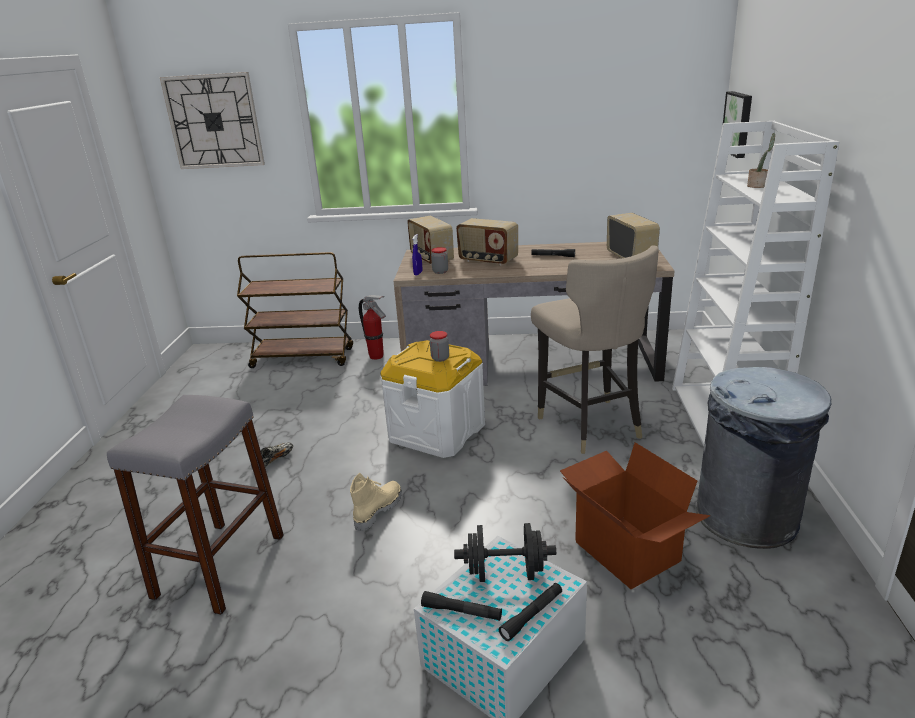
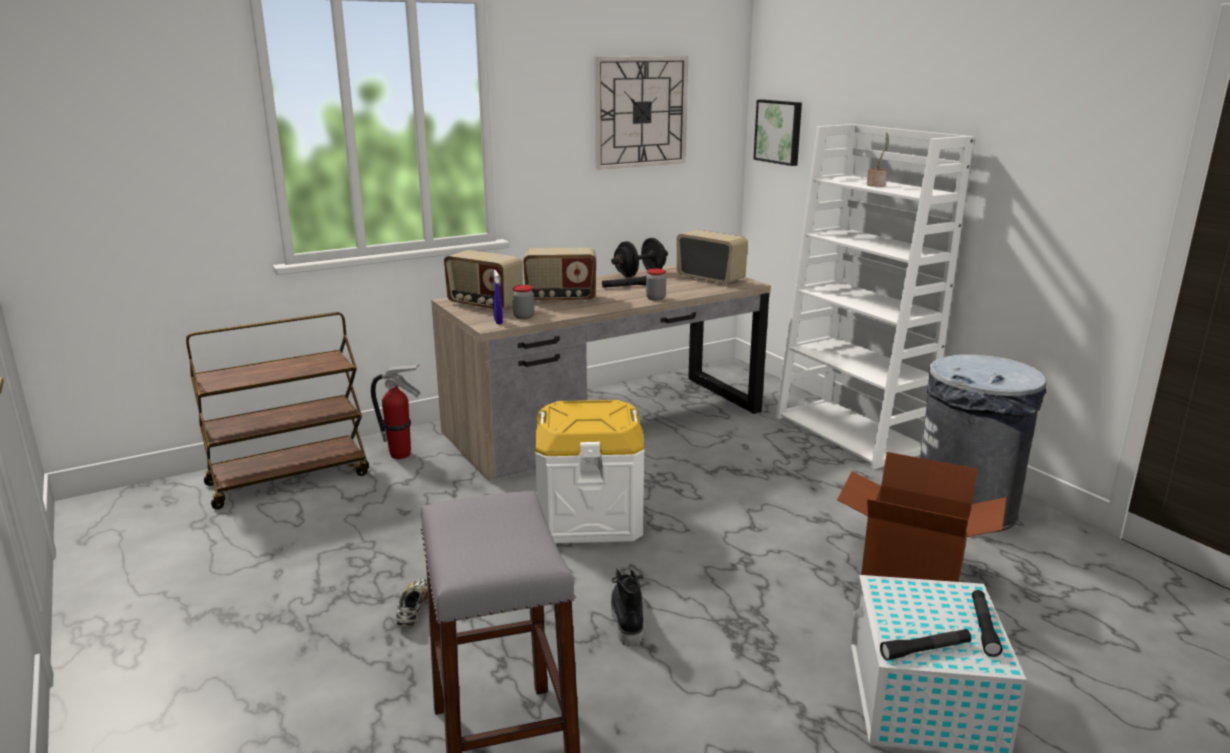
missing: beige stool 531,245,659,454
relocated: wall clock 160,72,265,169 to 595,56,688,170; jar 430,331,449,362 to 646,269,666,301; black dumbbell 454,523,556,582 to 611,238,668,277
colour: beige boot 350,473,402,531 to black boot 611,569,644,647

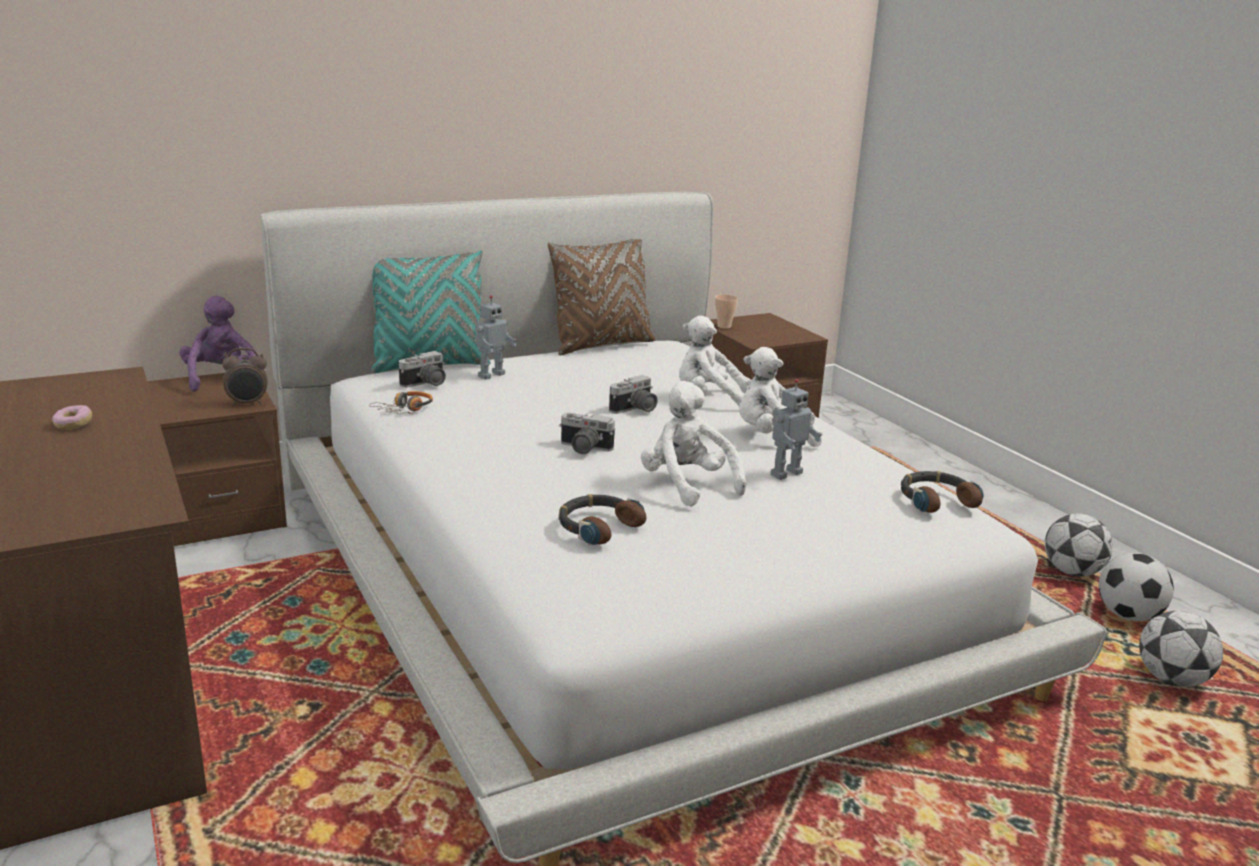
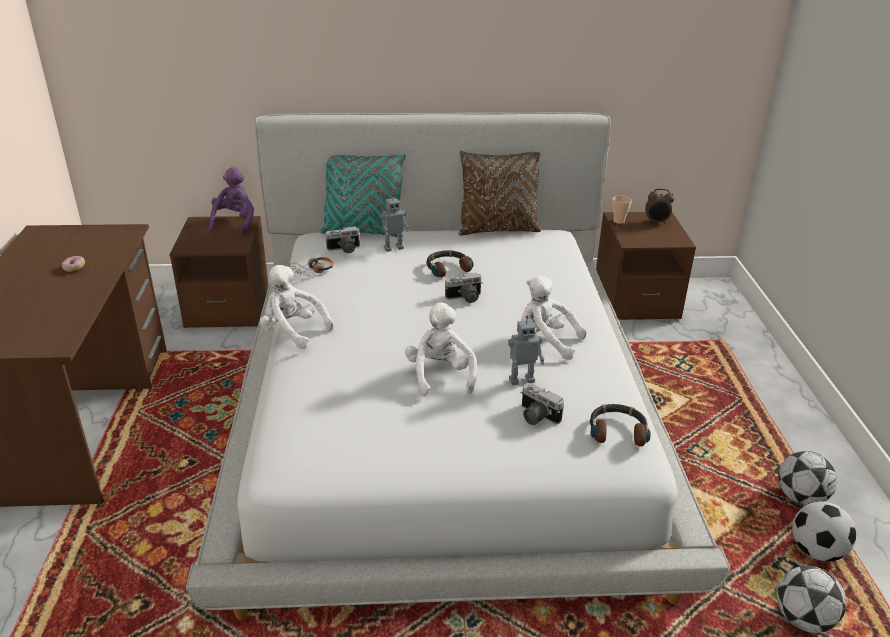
relocated: white plush toy 679,316,751,406 to 260,265,334,349; alarm clock 222,348,268,406 to 645,188,674,224; photo camera 559,413,615,454 to 520,383,564,425; headphones 559,494,646,545 to 426,250,474,277

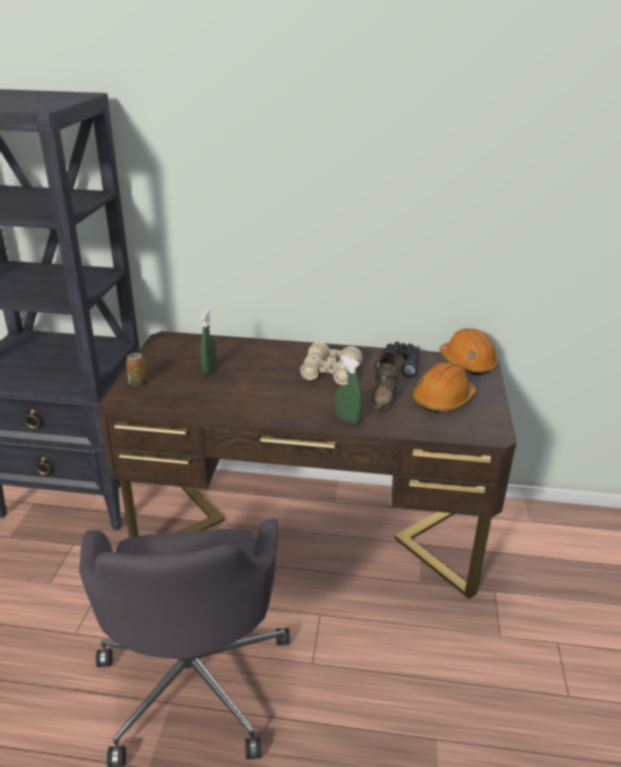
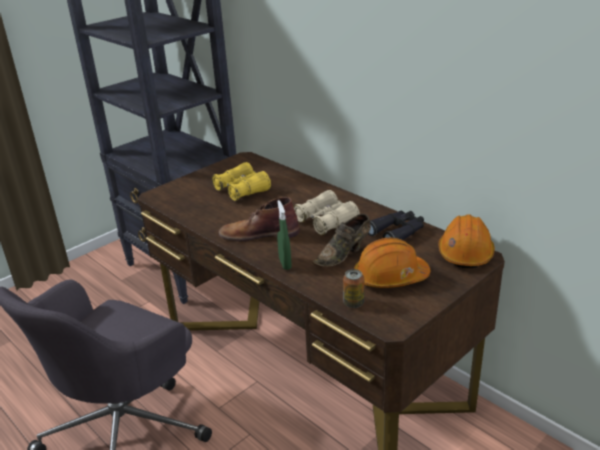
appeared: brown boot 219,197,300,241
relocated: can 126,353,147,387 to 343,269,364,308
exchanged: green spray bottle 201,309,217,374 to yellow binoculars 212,162,271,201

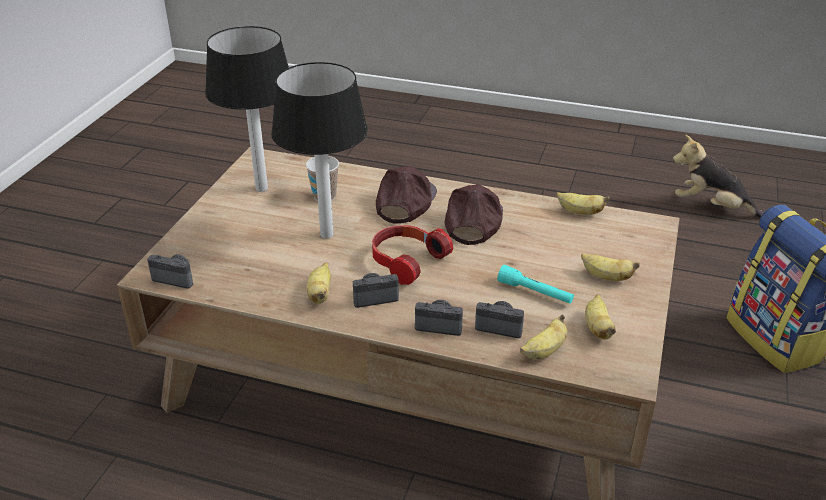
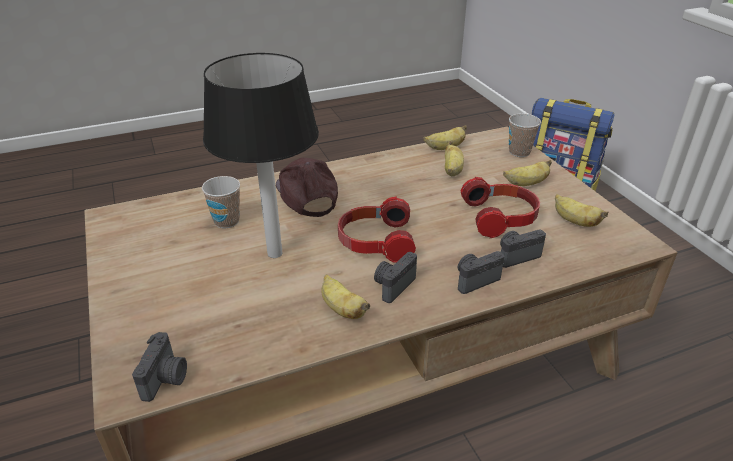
missing: table lamp 205,26,289,192; plush toy 673,134,764,218; brown cap 444,184,503,245
appeared: cup 509,113,541,157
relocated: banana 520,315,567,359 to 445,141,464,176
exchanged: turquoise flashlight 497,265,574,304 to headphones 461,177,540,238
spun: photo camera 147,254,193,289 = 132,332,187,402 120 degrees clockwise

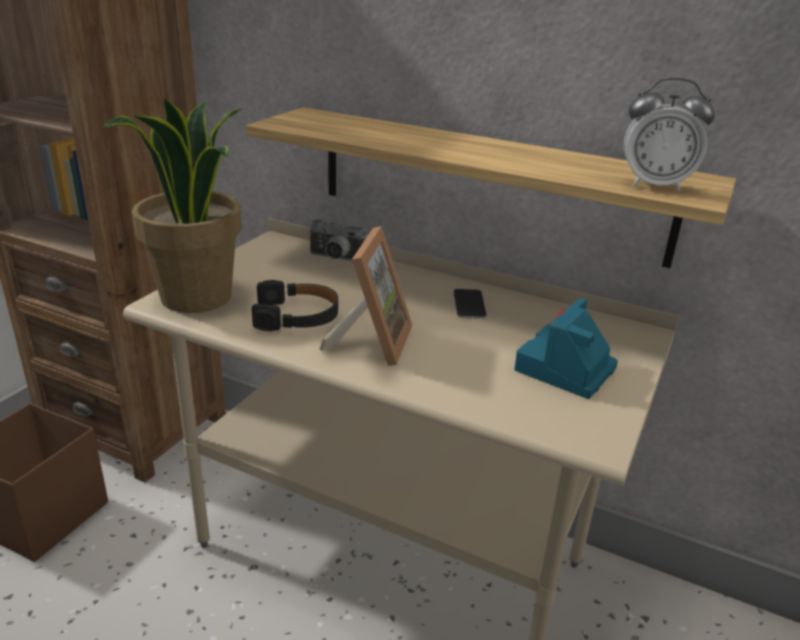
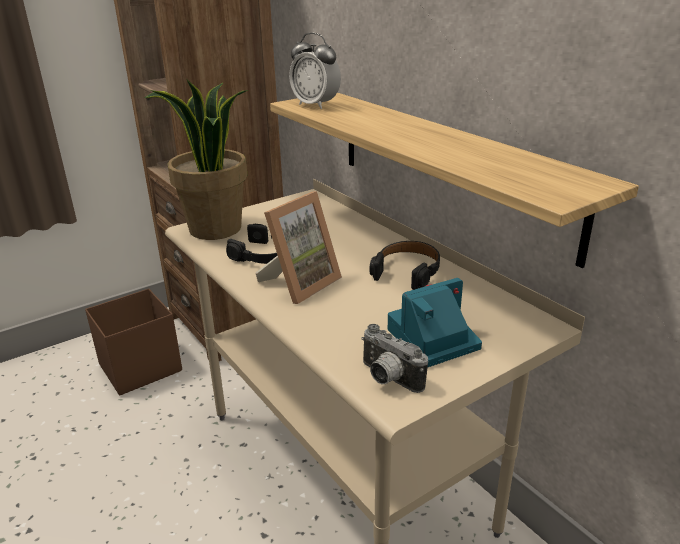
relocated: alarm clock 623,78,715,192 to 289,33,341,109; photo camera 308,220,367,261 to 361,324,428,393
exchanged: phone 454,289,487,319 to black headphones 370,241,440,290

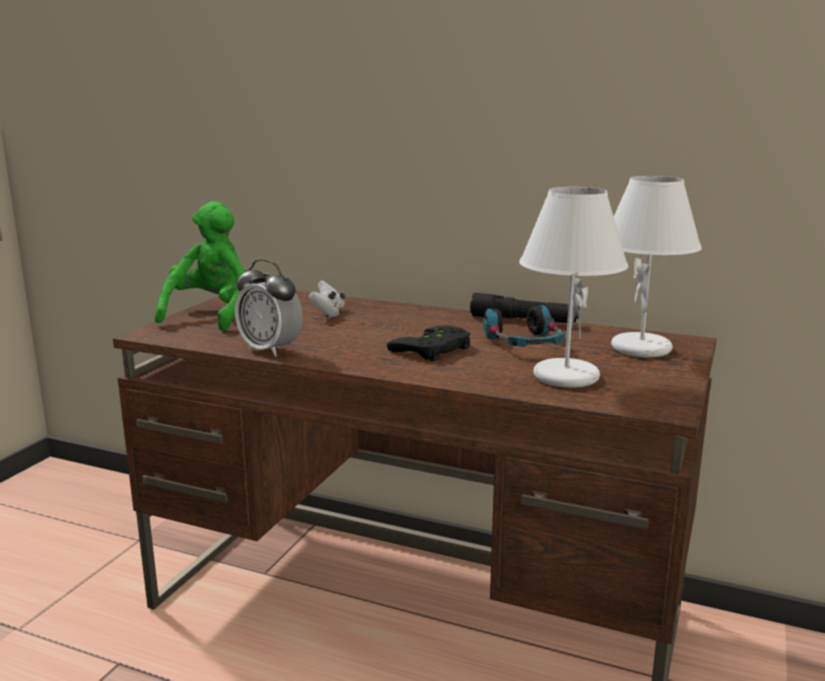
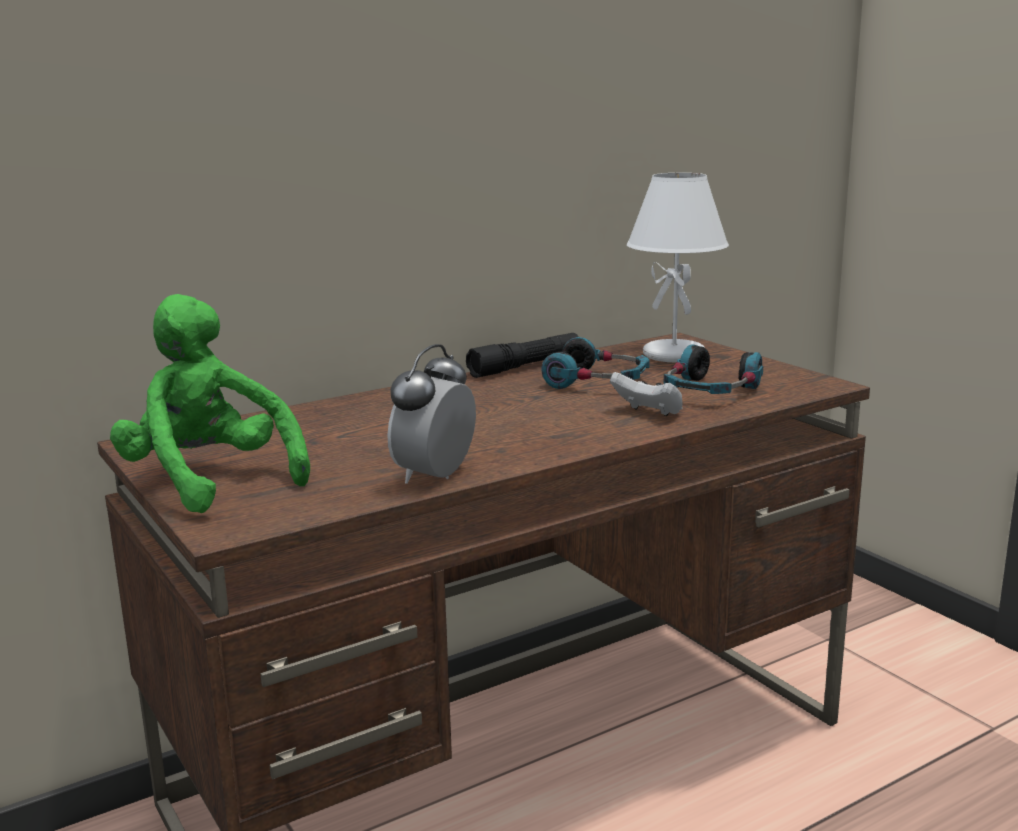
missing: black game controller 387,325,470,361
relocated: white game controller 308,280,345,318 to 610,372,683,416
exchanged: white table lamp 519,187,629,388 to headphones 664,344,763,394
spun: alarm clock 235,259,303,357 = 387,344,476,484 135 degrees clockwise

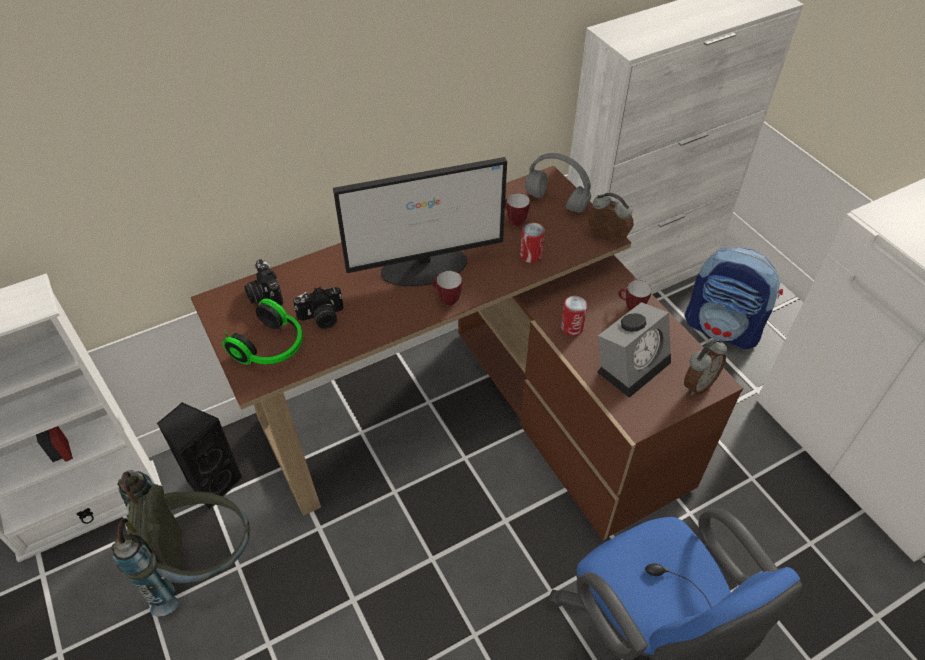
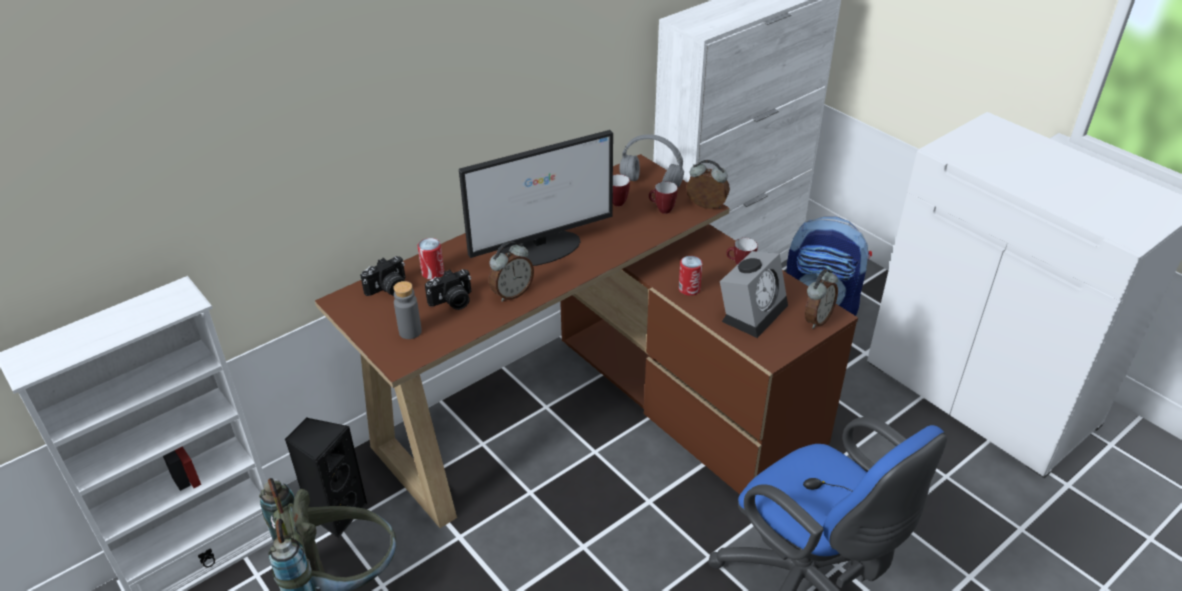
appeared: alarm clock 489,241,534,302
relocated: can 520,223,545,263 to 418,238,444,280; mug 432,271,462,306 to 649,181,678,214
exchanged: headphones 222,298,303,365 to grey bottle 393,281,422,339
spun: photo camera 244,259,283,306 = 360,256,406,296 90 degrees counterclockwise

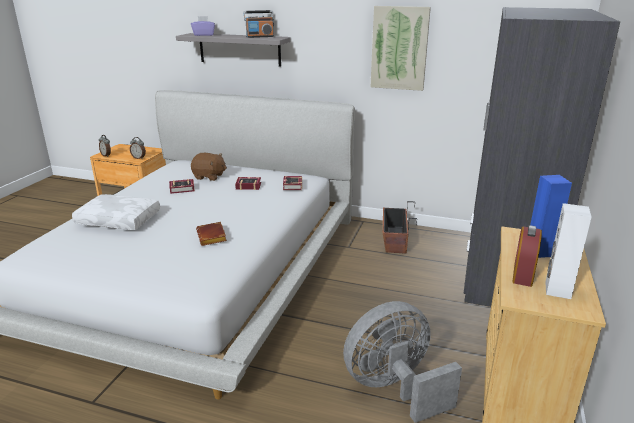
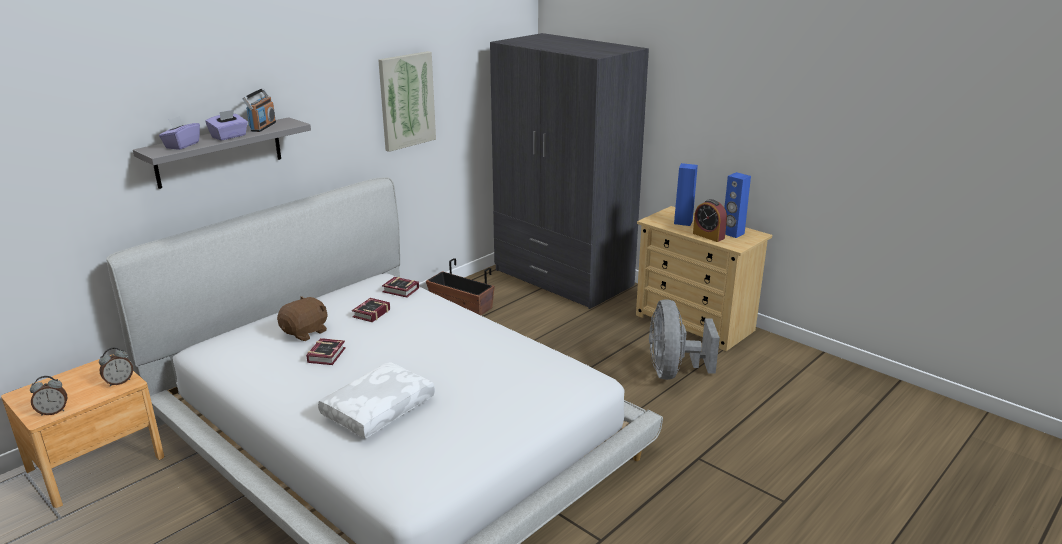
missing: brown book 196,222,227,246
appeared: purple tissue box 205,110,248,140
colour: white speaker 545,203,592,299 to blue speaker 724,172,751,238

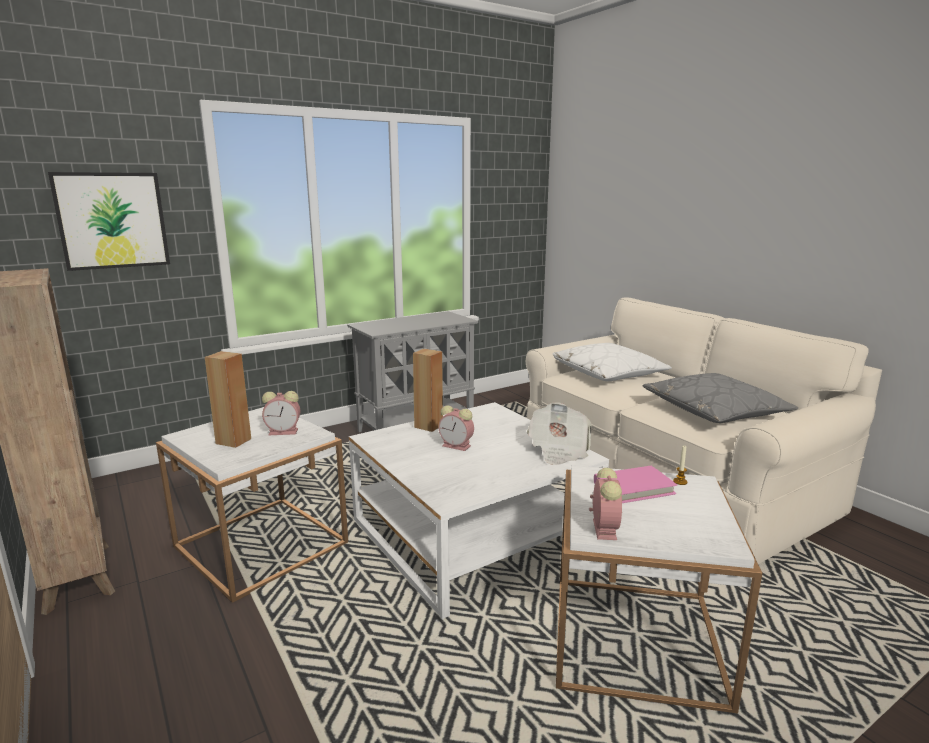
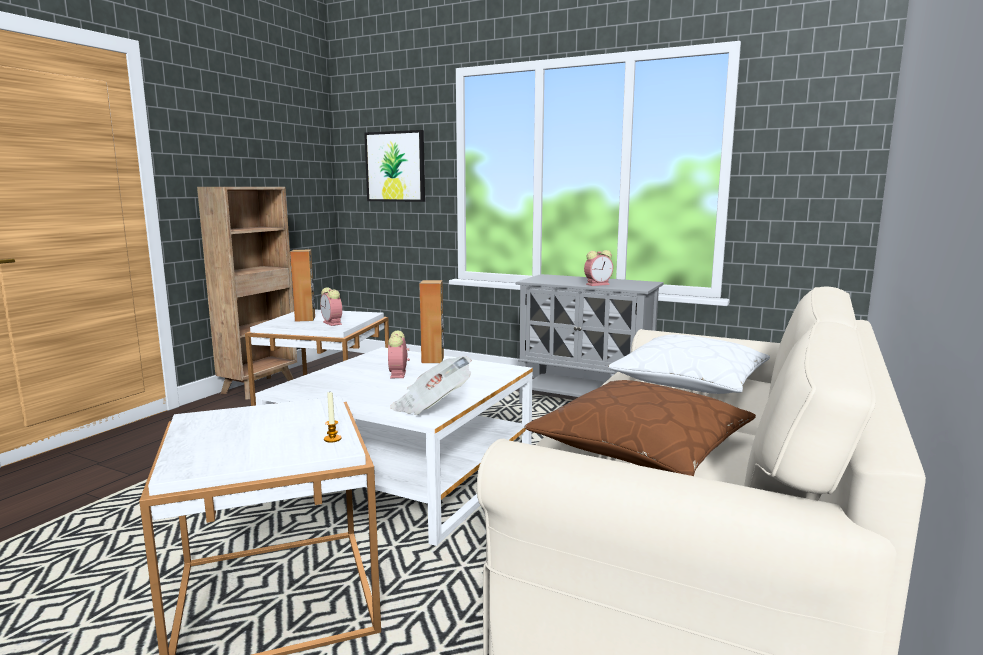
missing: pink book 594,466,677,503
relocated: alarm clock 589,468,622,540 to 584,250,613,286
colour: grey pillow 643,373,798,423 to brown pillow 524,380,756,476

